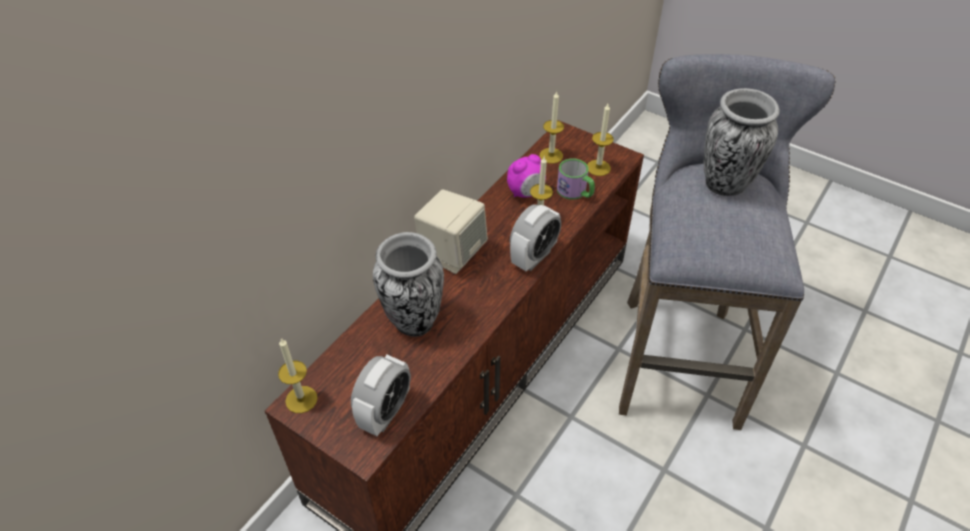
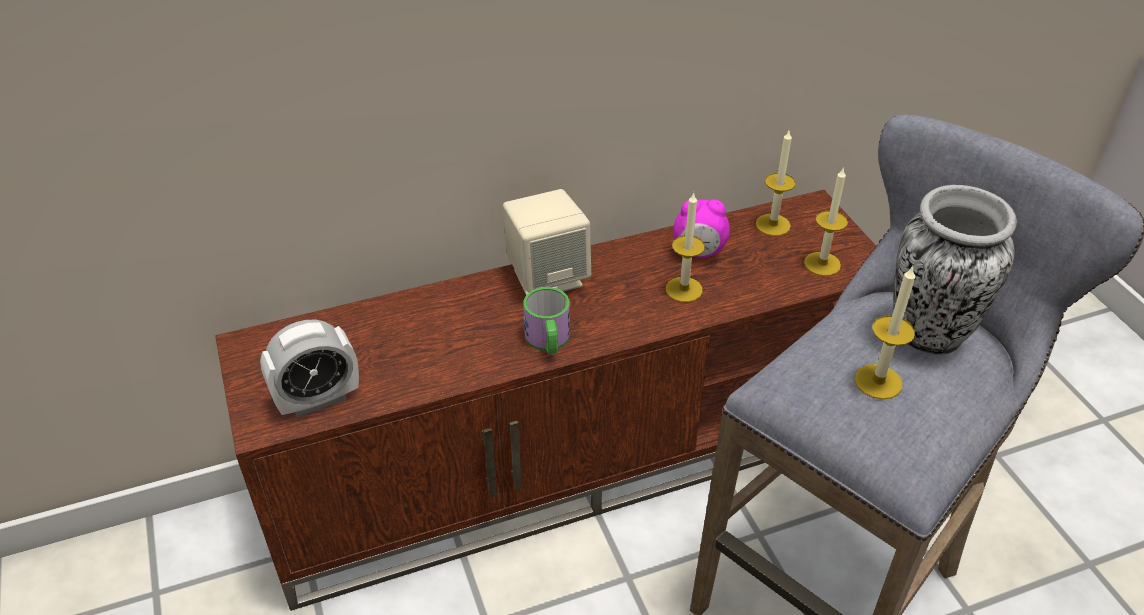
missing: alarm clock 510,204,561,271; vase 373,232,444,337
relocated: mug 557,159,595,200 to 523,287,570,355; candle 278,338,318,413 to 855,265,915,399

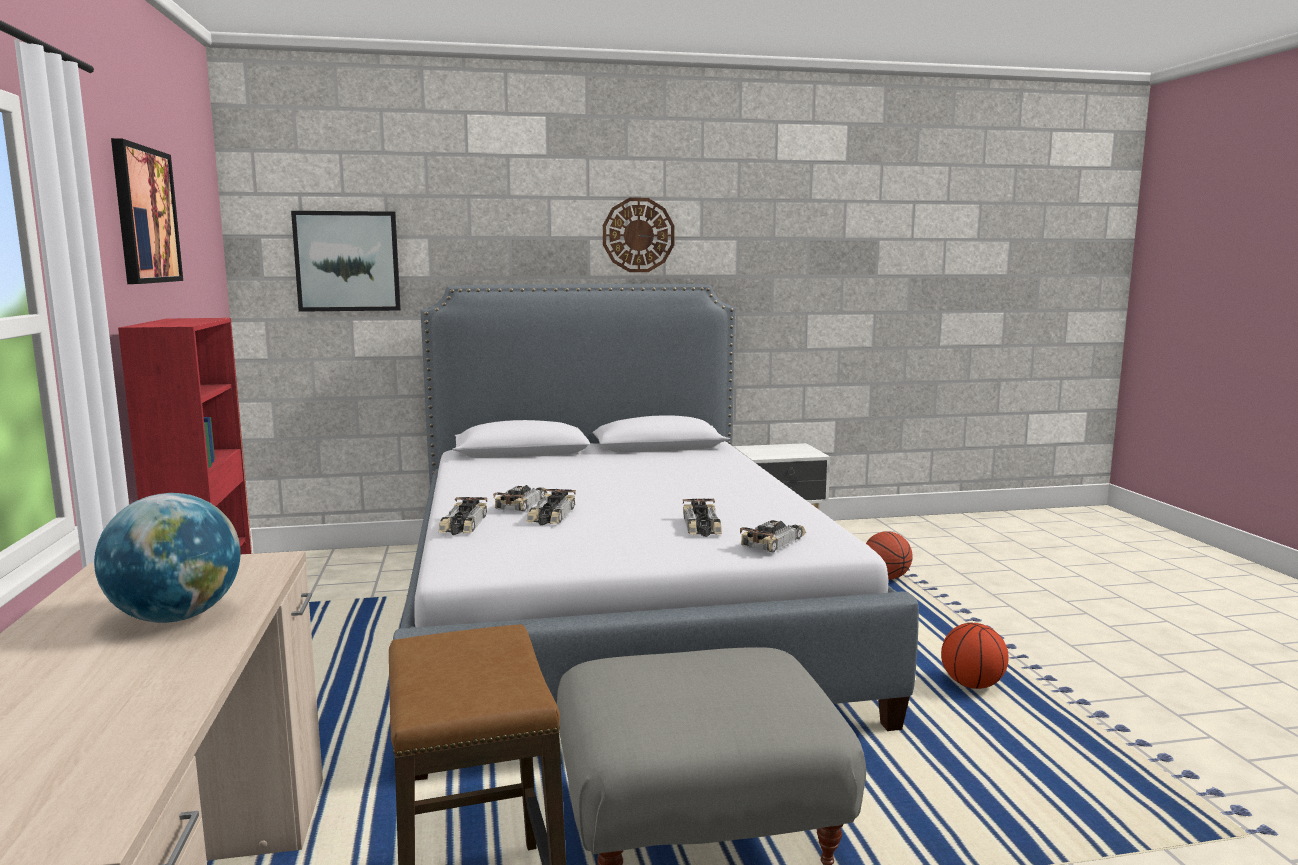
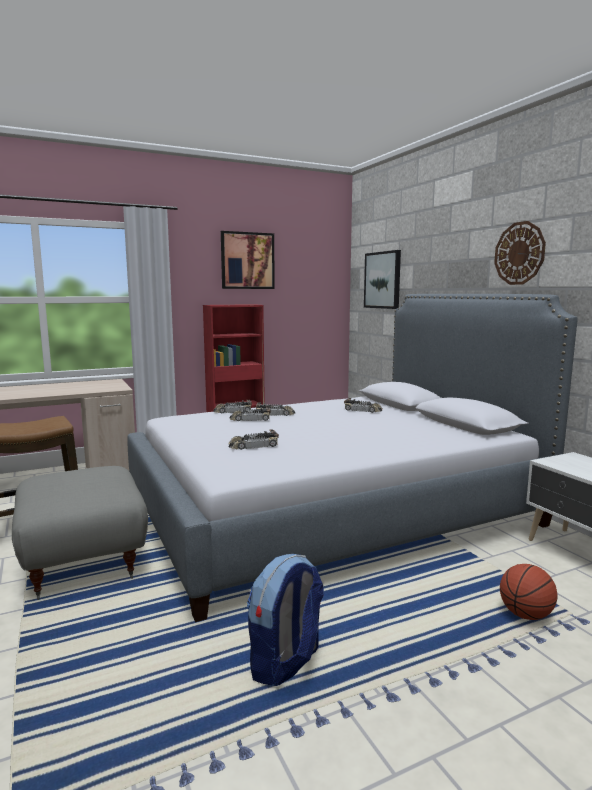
missing: globe 94,493,241,623
relocated: toy car 740,520,806,552 to 344,398,383,413
exchanged: basketball 941,623,1008,689 to backpack 247,554,324,686

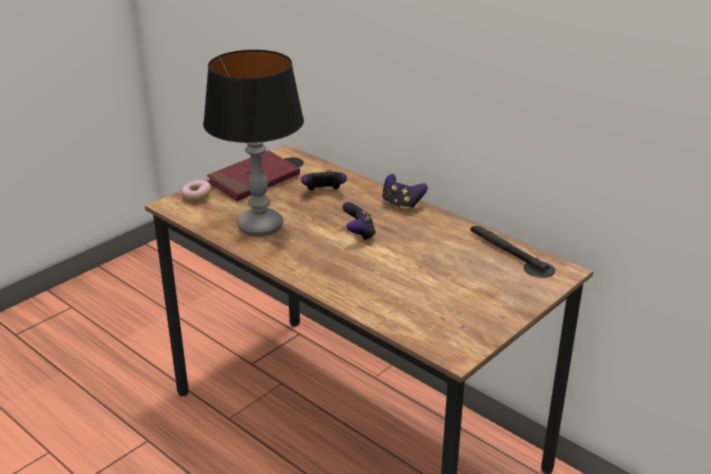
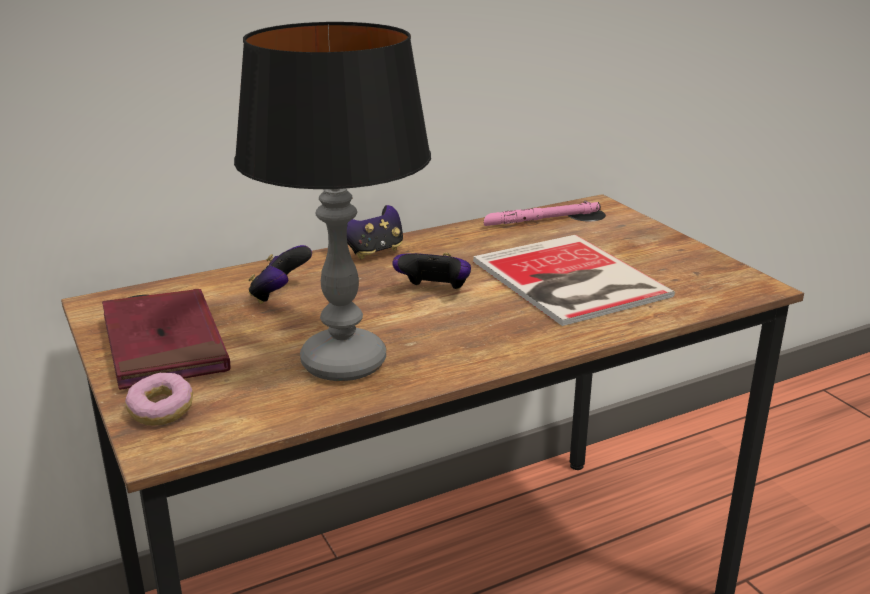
appeared: book 473,235,675,326
colour: black flashlight 470,226,550,271 to pink flashlight 484,201,601,226

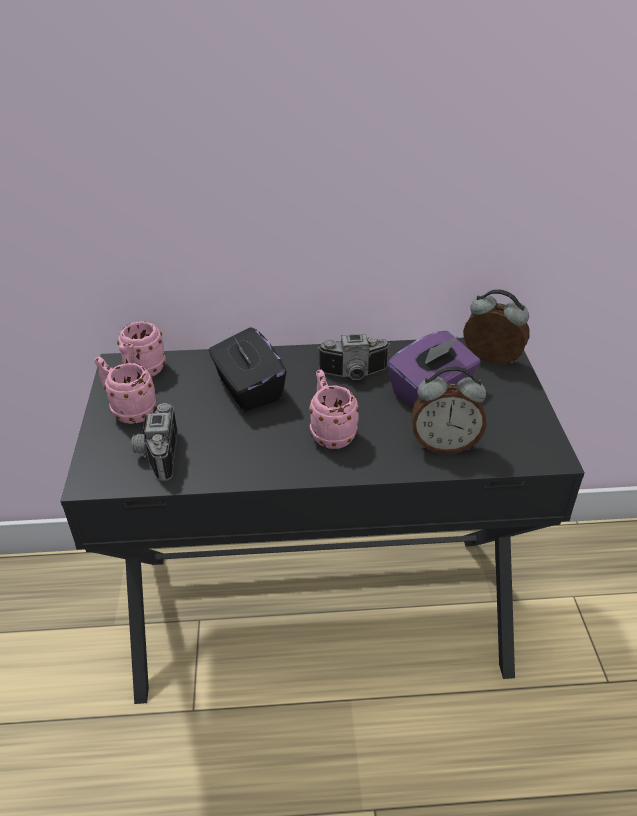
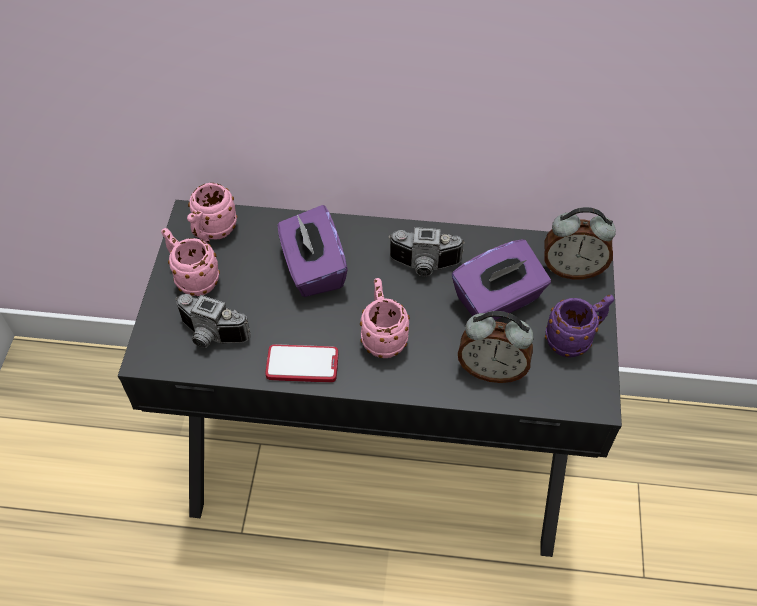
appeared: purple mug 545,295,614,357; phone 265,344,338,382
colour: black tissue box 209,327,286,411 to purple tissue box 278,205,348,297
spun: alarm clock 463,289,530,364 = 544,207,616,279 150 degrees clockwise; photo camera 131,403,178,481 = 175,294,251,348 75 degrees counterclockwise

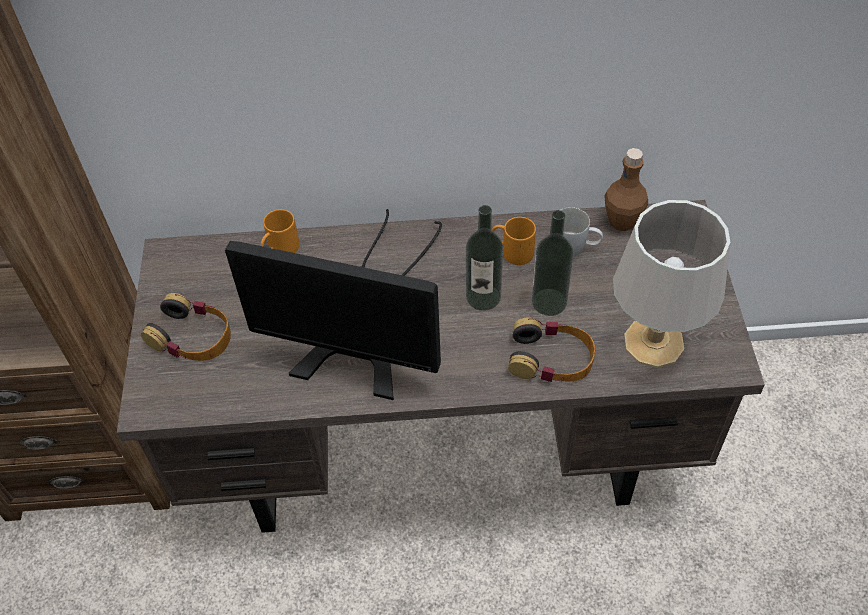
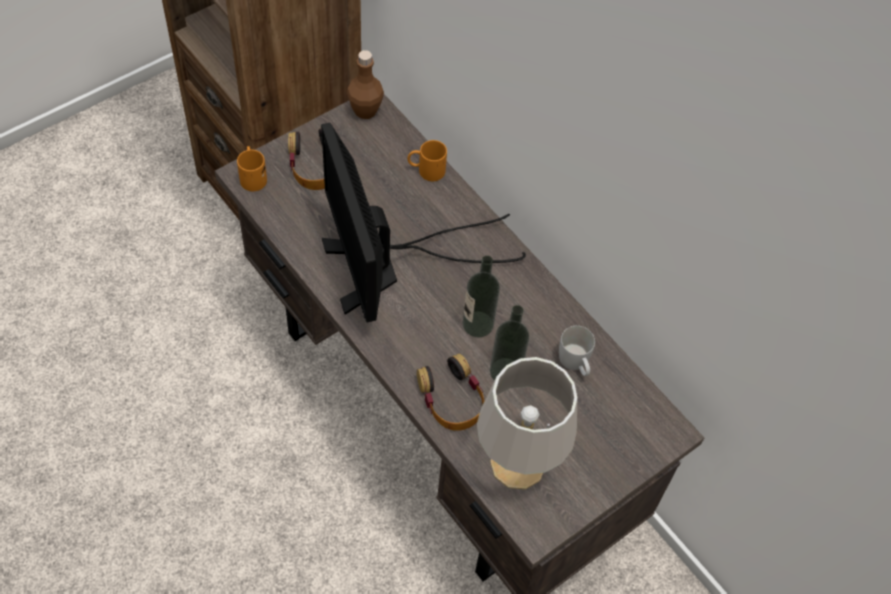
relocated: brown bottle 604,148,648,231 to 347,50,384,119; orange mug 492,217,536,265 to 237,146,267,191

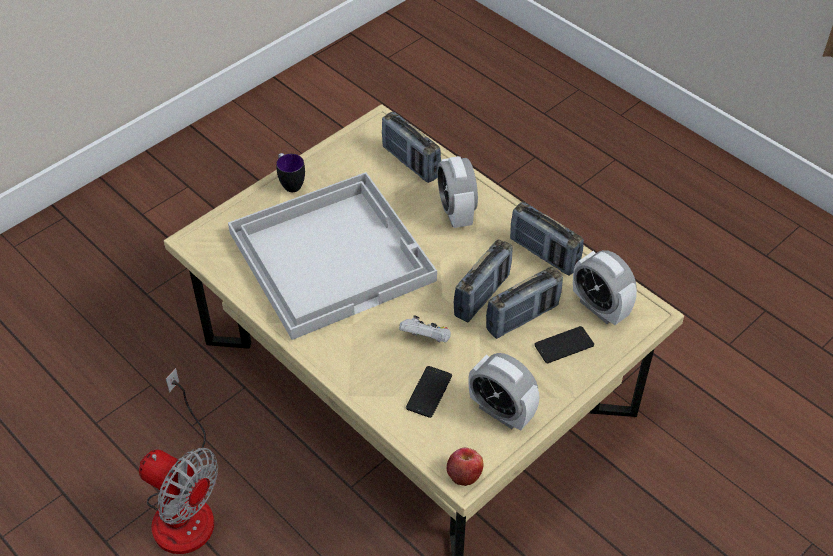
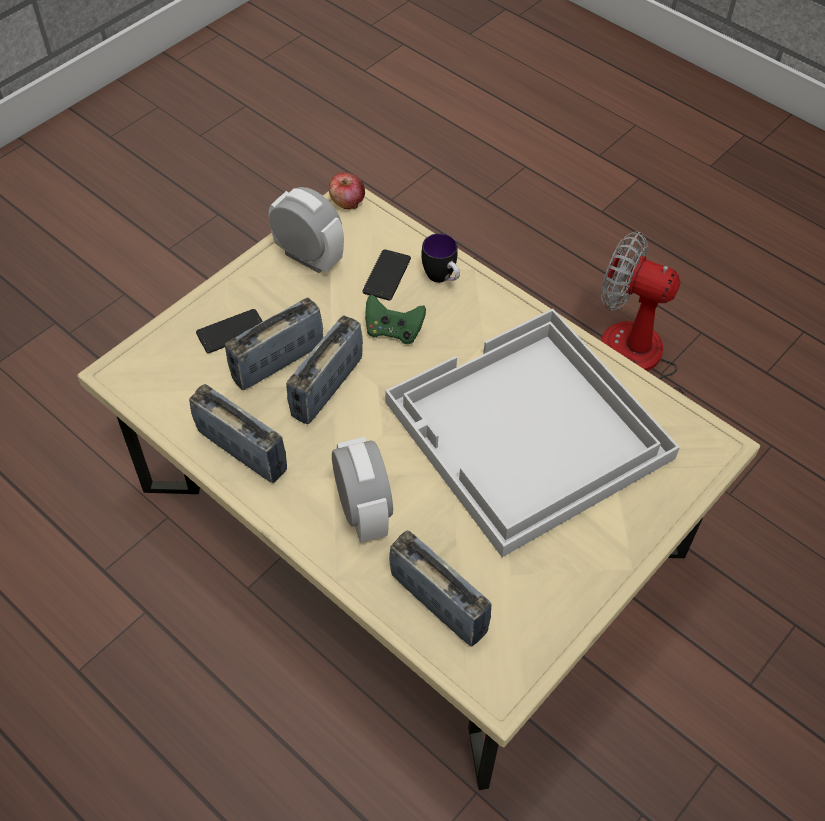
missing: alarm clock 573,250,637,325
relocated: mug 276,153,305,192 to 421,233,460,283
colour: white game controller 399,315,451,342 to green game controller 365,294,426,344

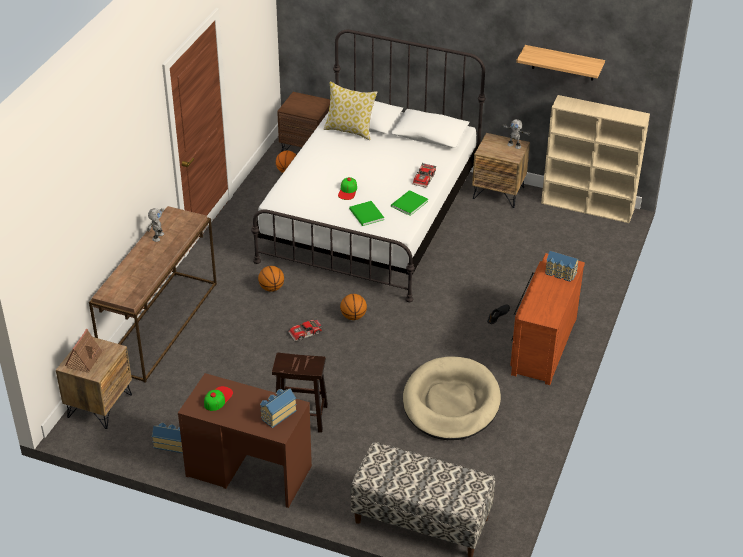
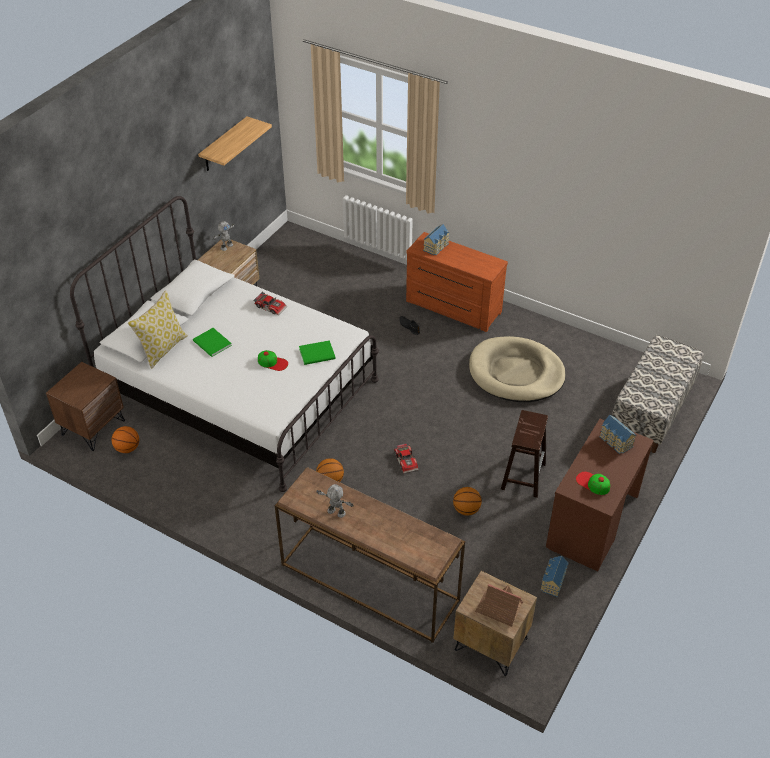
missing: beige bookcase 541,95,650,223
relocated: green book 391,190,428,216 to 193,328,232,357; basketball 340,294,367,320 to 453,487,482,516

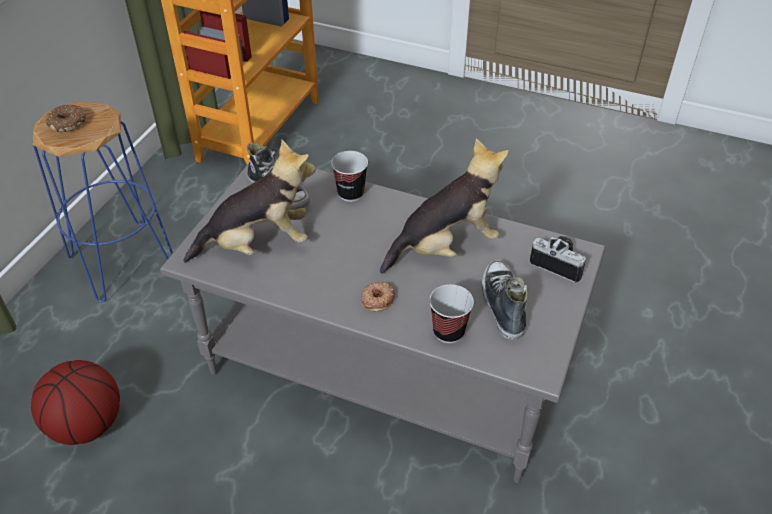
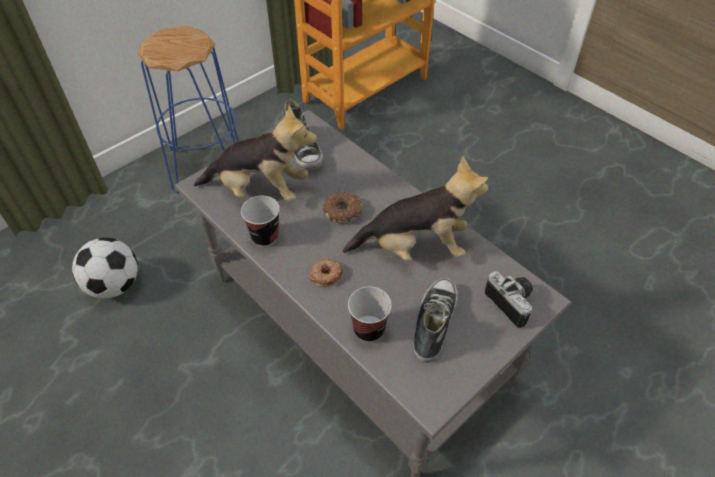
relocated: donut 46,104,86,132 to 323,192,362,223; cup 331,151,368,202 to 241,196,280,247
exchanged: basketball 31,360,120,445 to football 72,238,138,299

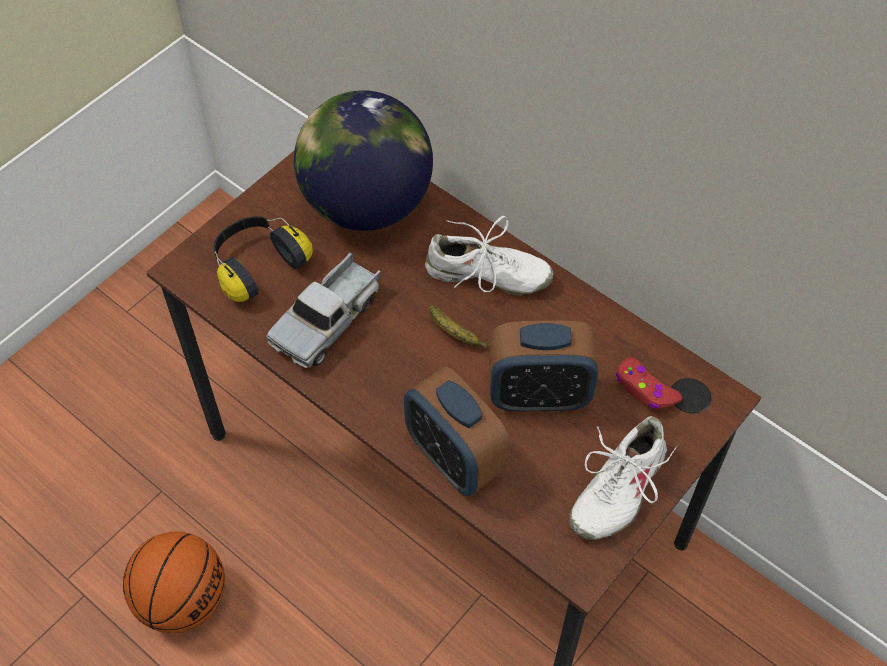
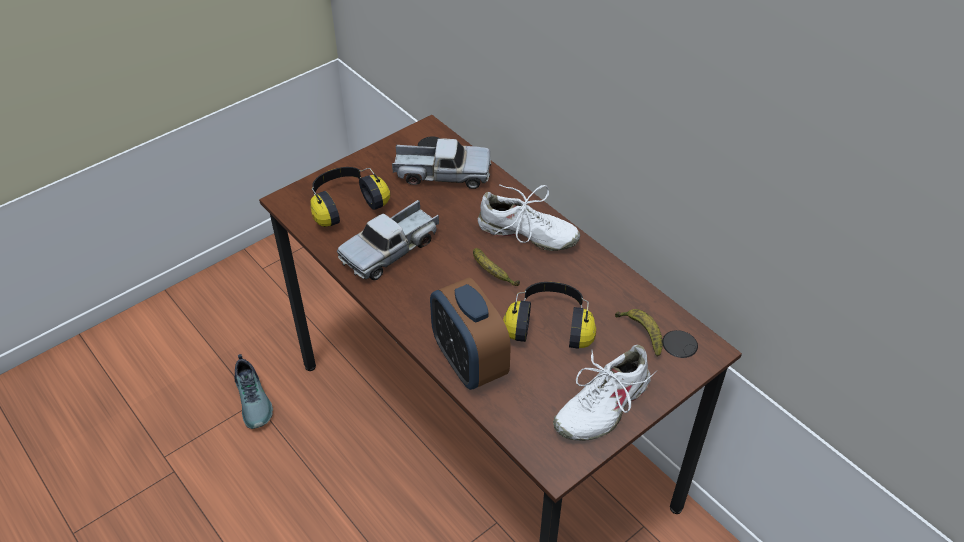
missing: basketball 123,531,225,633
appeared: shoe 235,354,273,429
exchanged: globe 294,90,433,231 to toy truck 392,139,492,189; alarm clock 489,321,598,411 to headphones 503,282,596,349; red game controller 616,357,683,410 to banana 615,309,663,357

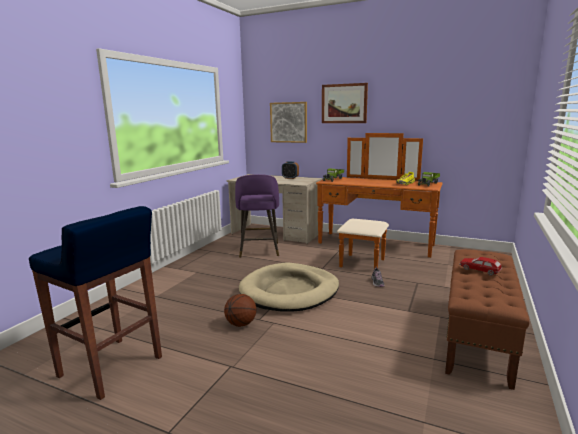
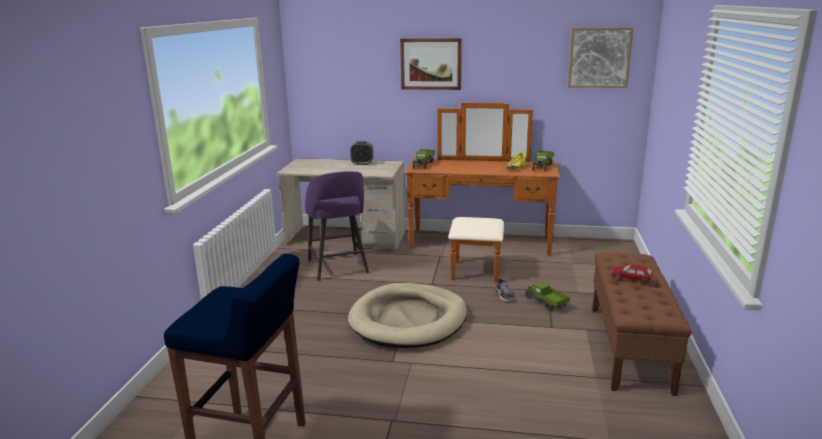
missing: basketball 224,294,257,327
appeared: toy truck 525,283,570,310
relocated: picture 270,102,307,143 to 568,27,633,88

